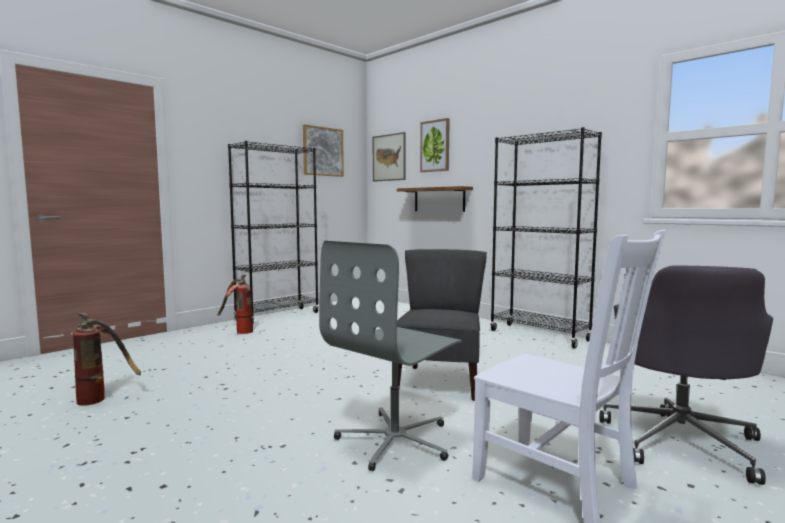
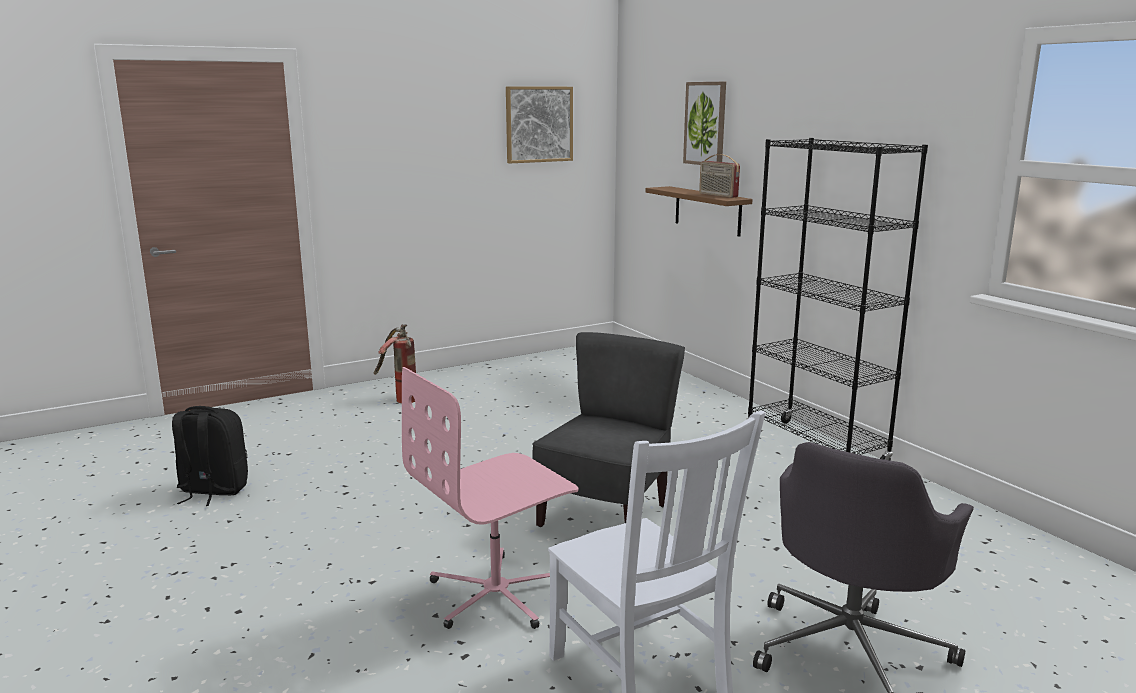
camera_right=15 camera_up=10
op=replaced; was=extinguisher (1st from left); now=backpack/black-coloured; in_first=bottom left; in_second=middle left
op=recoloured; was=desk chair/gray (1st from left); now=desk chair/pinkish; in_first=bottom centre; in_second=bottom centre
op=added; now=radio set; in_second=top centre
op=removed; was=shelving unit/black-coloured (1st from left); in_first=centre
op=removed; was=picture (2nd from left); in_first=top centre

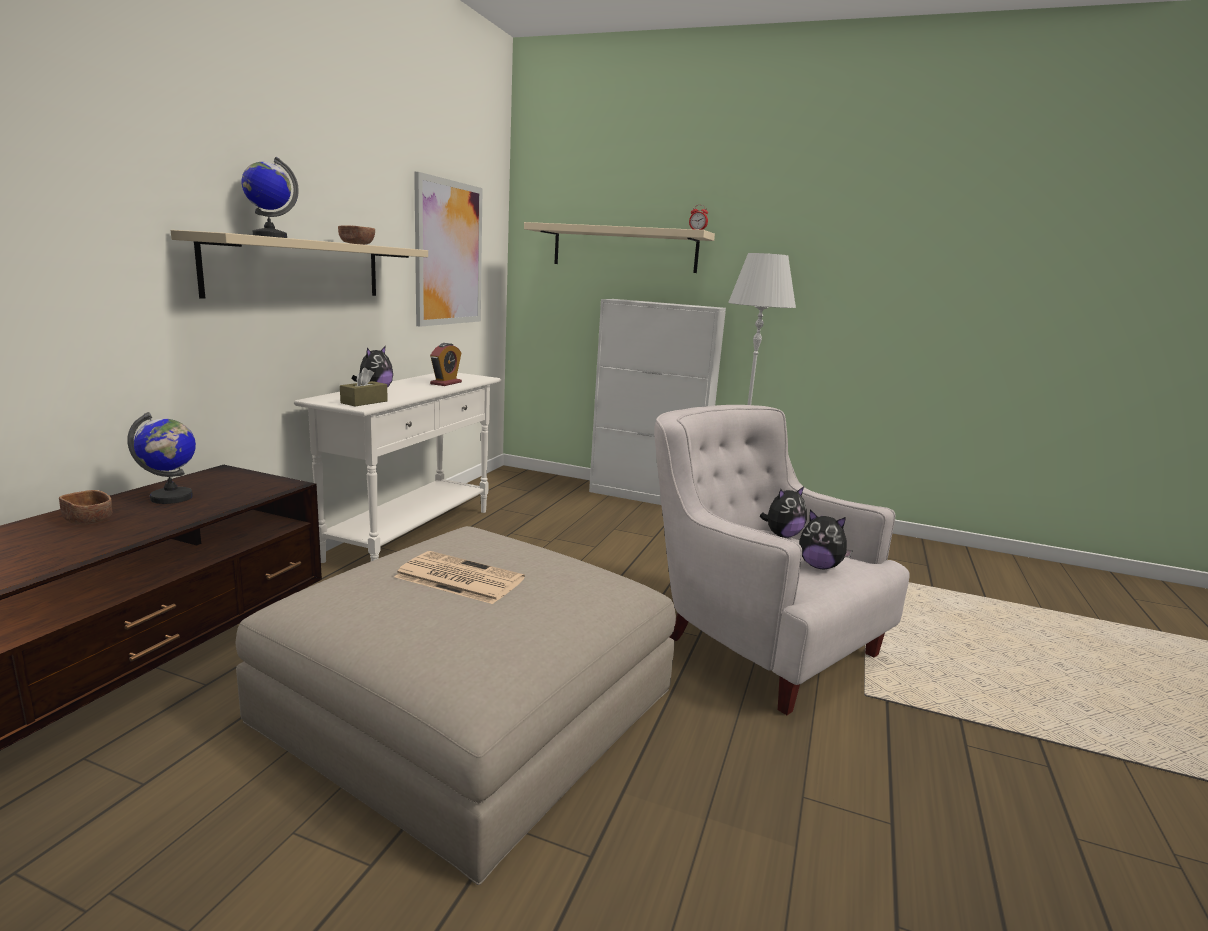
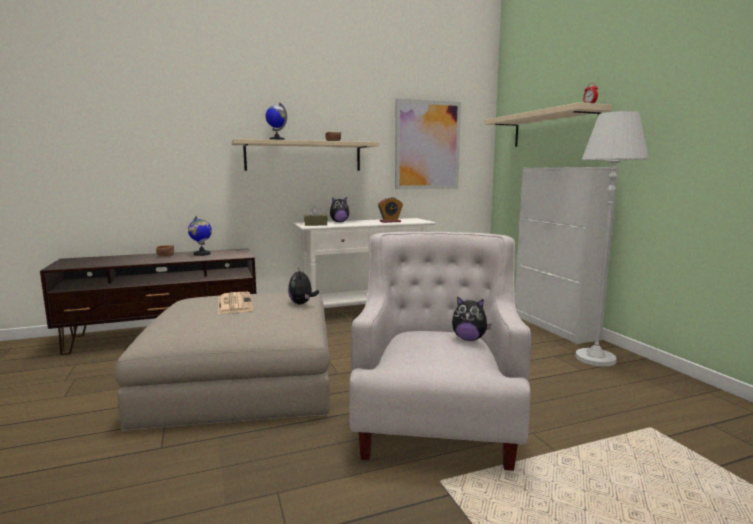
camera_right=50 camera_up=-5
op=moved; was=plush toy (3rd from left in the first image); now=plush toy (1st from left); in_first=middle right; in_second=centre

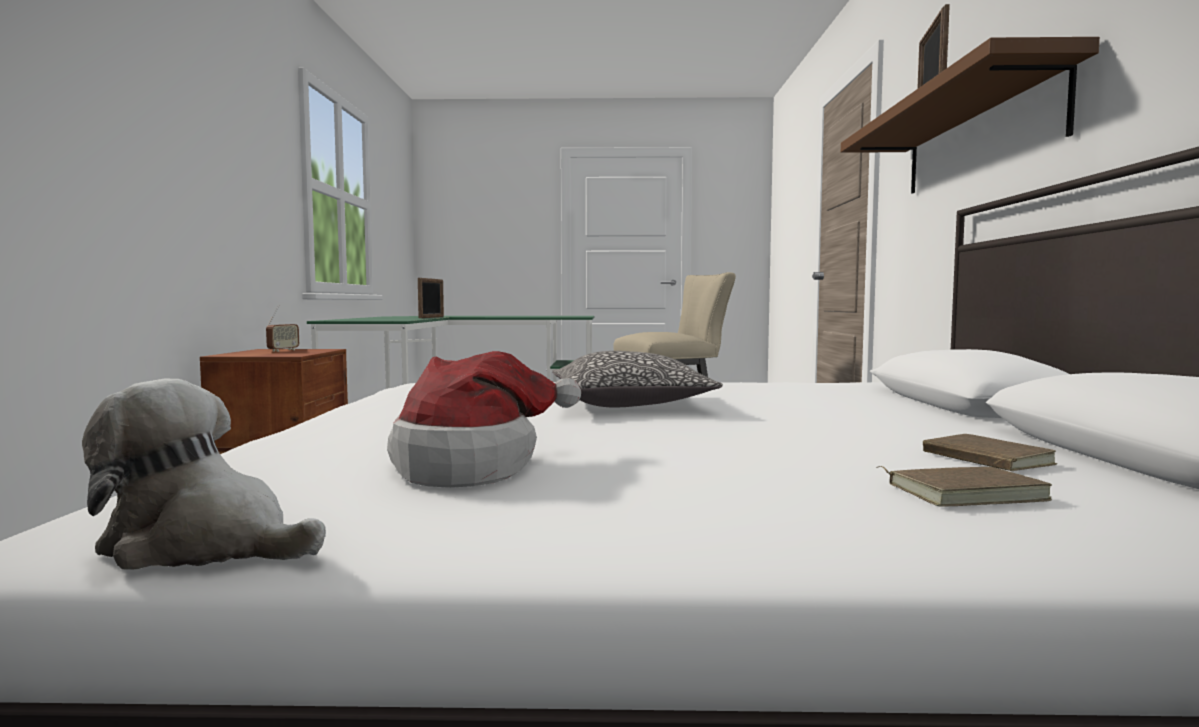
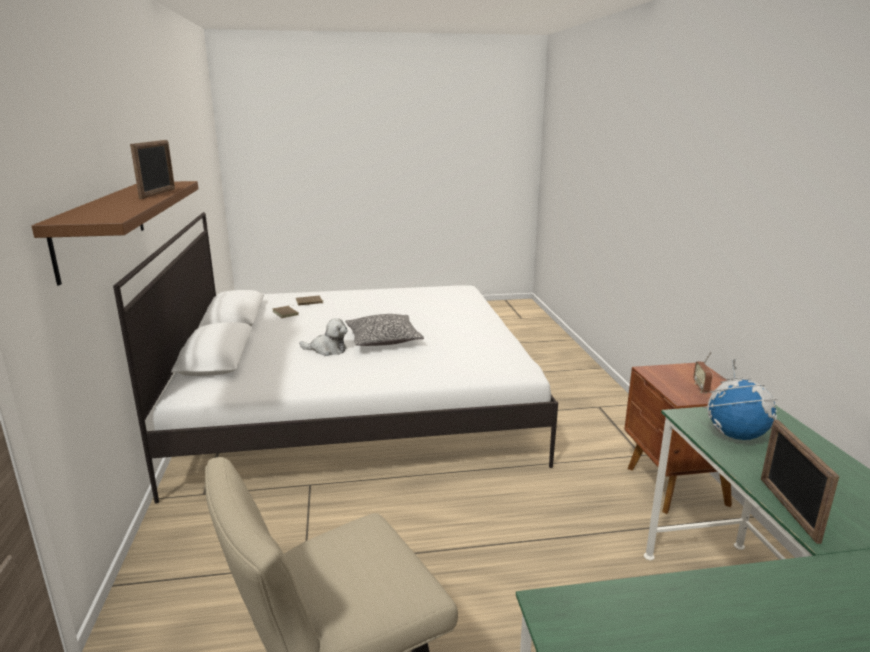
camera_right=170 camera_up=15
op=moved; was=plush toy; in_first=middle left; in_second=centre
op=added; now=globe; in_second=middle right
op=removed; was=wearable hat; in_first=centre

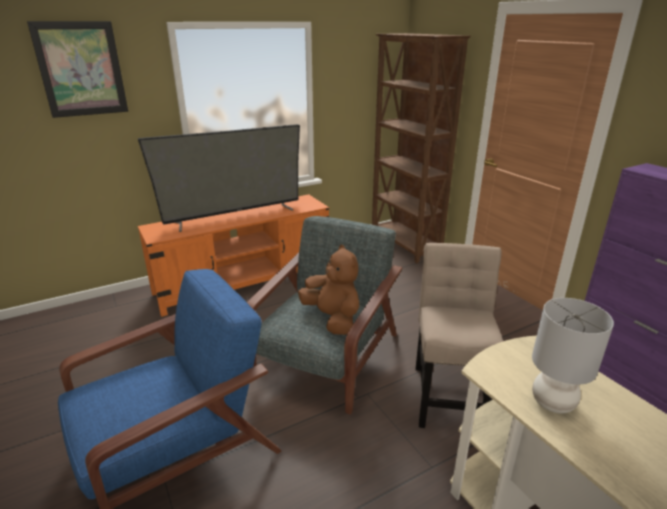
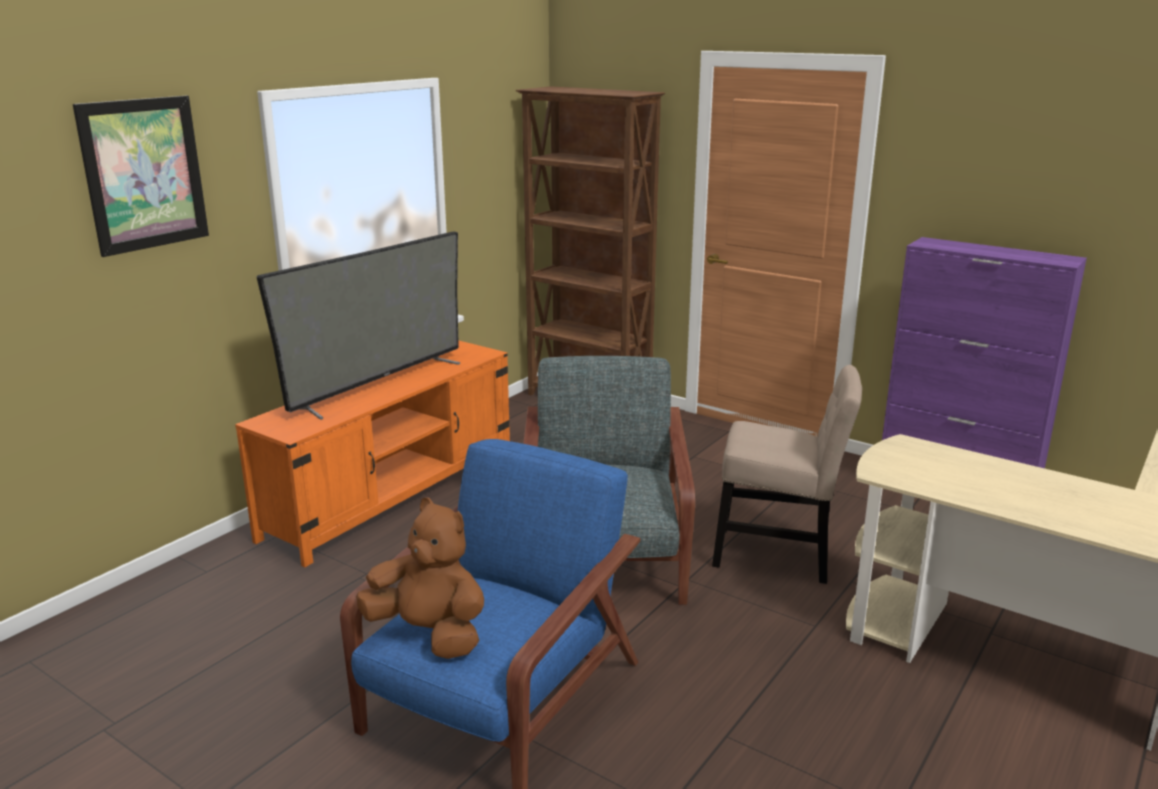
camera_right=-25 camera_up=-5
op=moved; was=plush toy/brownish; in_first=centre; in_second=bottom centre
op=turned; was=plain chair/beige; in_first=middle right; in_second=middle right; clockwise=120
op=removed; was=table lamp/gray; in_first=bottom right

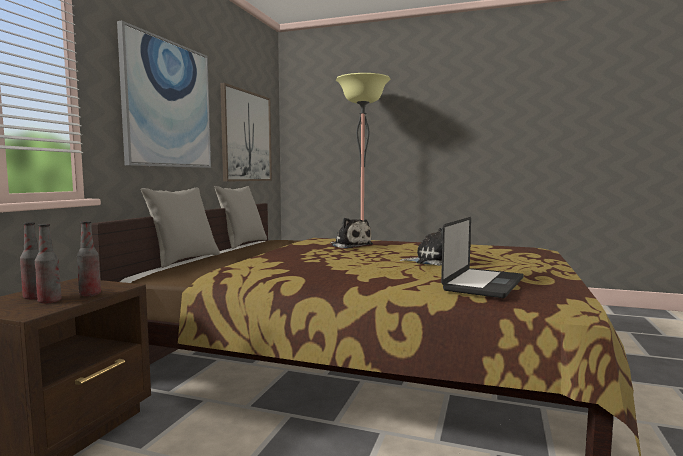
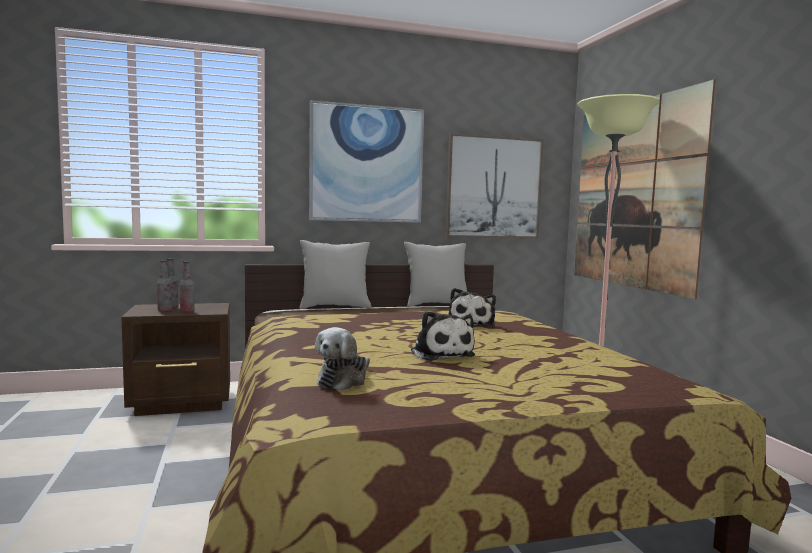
camera_right=55 camera_up=0
op=replaced; was=portable computer; now=plush toy (1st from left); in_first=middle right; in_second=centre
op=added; now=picture (3rd from left); in_second=middle right

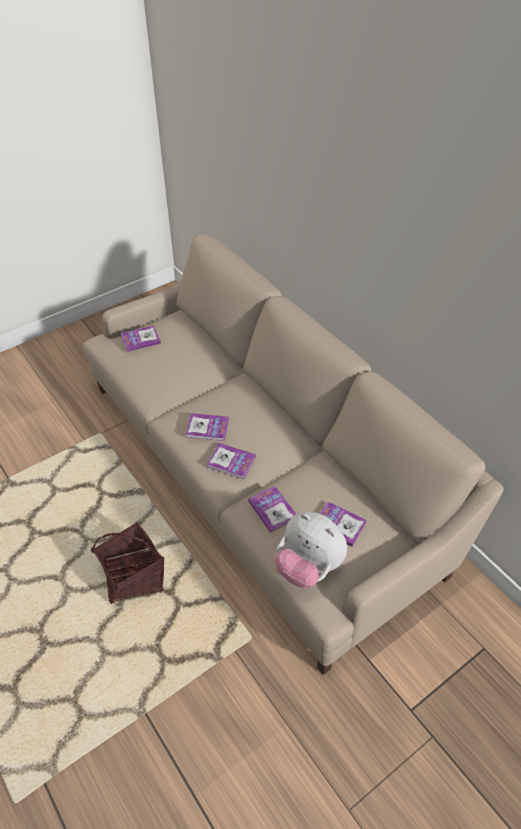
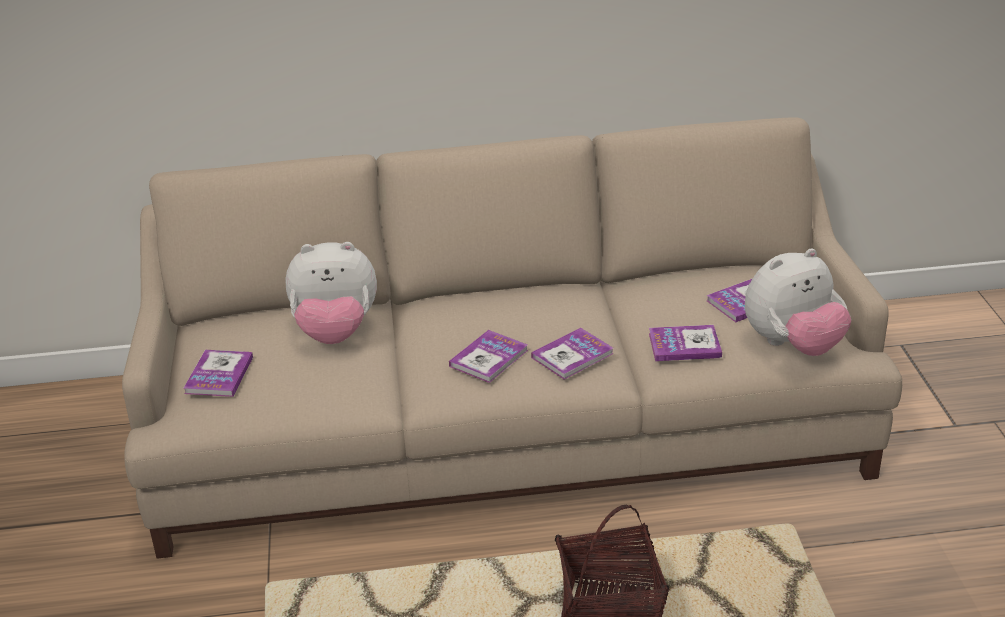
camera_right=-60 camera_up=-15
op=added; now=plush toy (1st from left); in_second=middle left

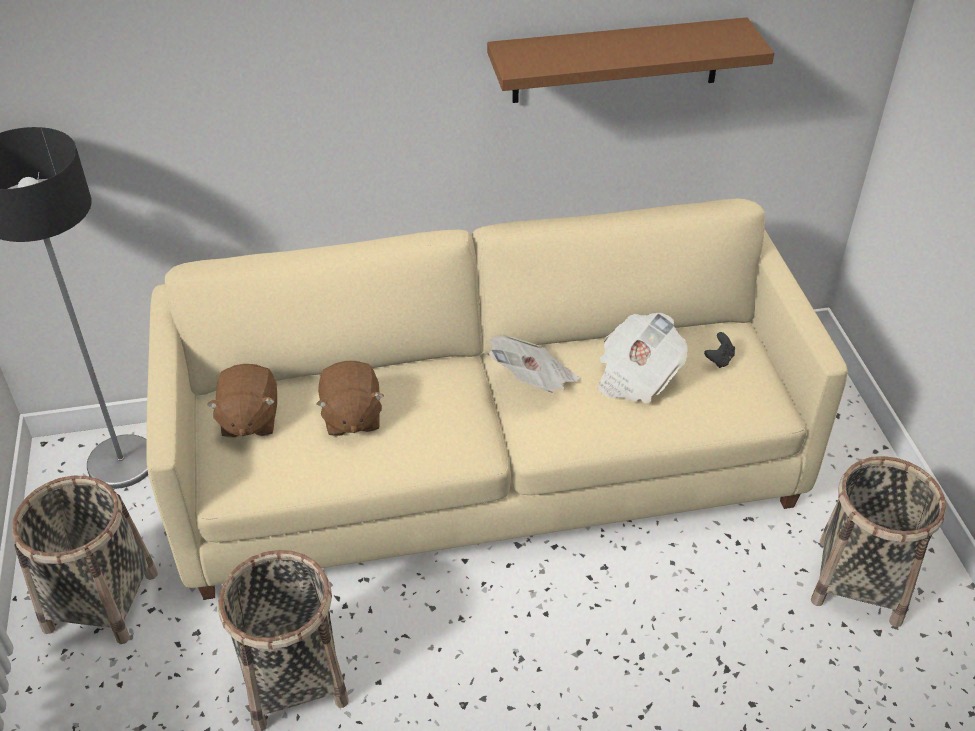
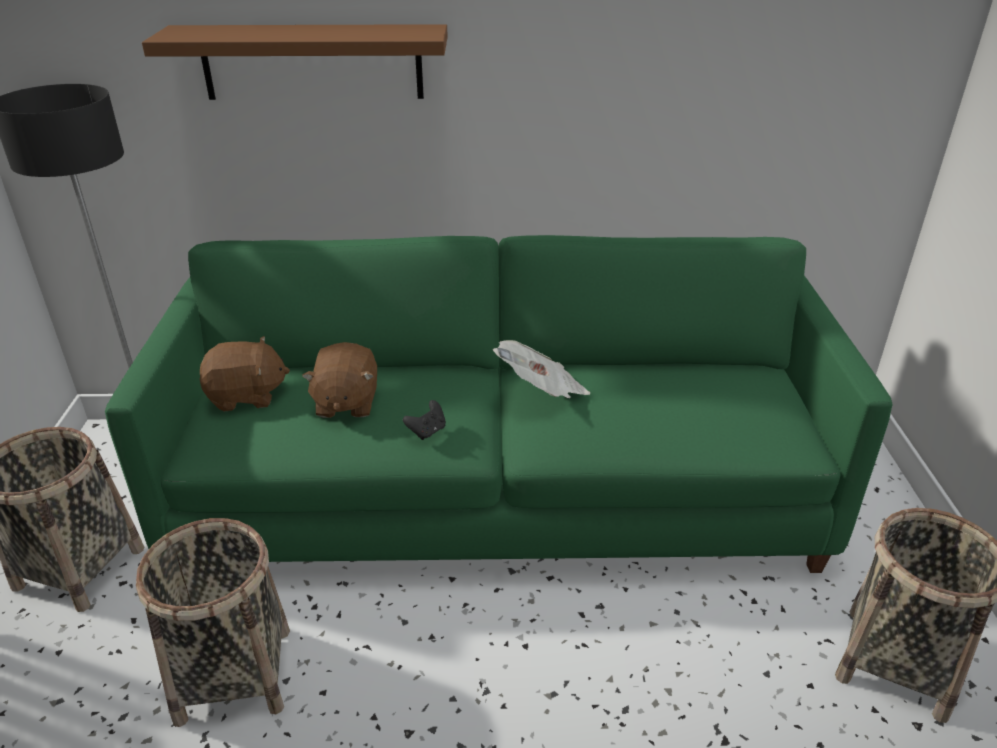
camera_right=10 camera_up=-10
op=recoloured; was=sofa/beige; now=sofa/green; in_first=centre; in_second=centre
op=moved; was=shelf/brownish; in_first=top centre; in_second=top left
op=turned; was=plush toy/brownish (1st from left); in_first=middle left; in_second=middle left; clockwise=-105
op=moved; was=gamepad/black-coloured; in_first=middle right; in_second=centre
op=removed; was=printed paper (2nd from left); in_first=centre

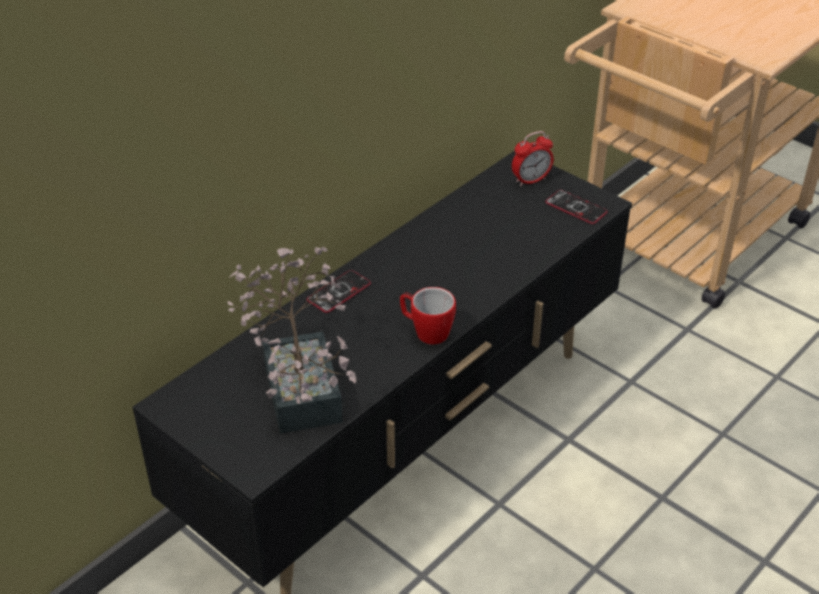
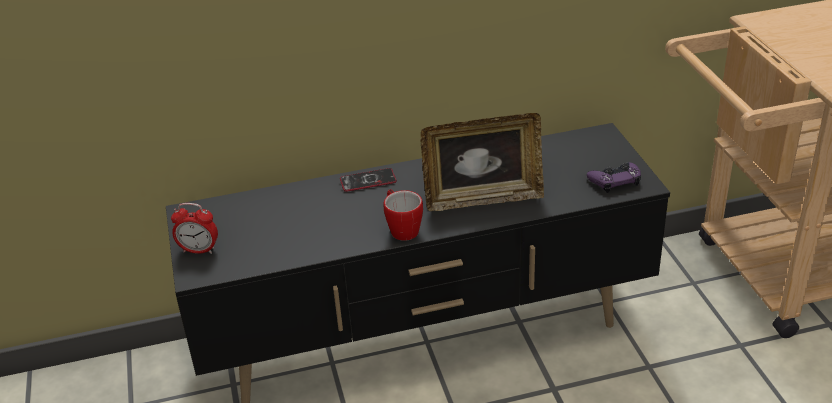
camera_right=35 camera_up=-5
op=moved; was=alarm clock; in_first=top centre; in_second=middle left
op=added; now=photo frame; in_second=centre
op=replaced; was=handset (2nd from left); now=gamepad/purple-coloured; in_first=middle right; in_second=middle right
op=removed; was=potted plant; in_first=centre

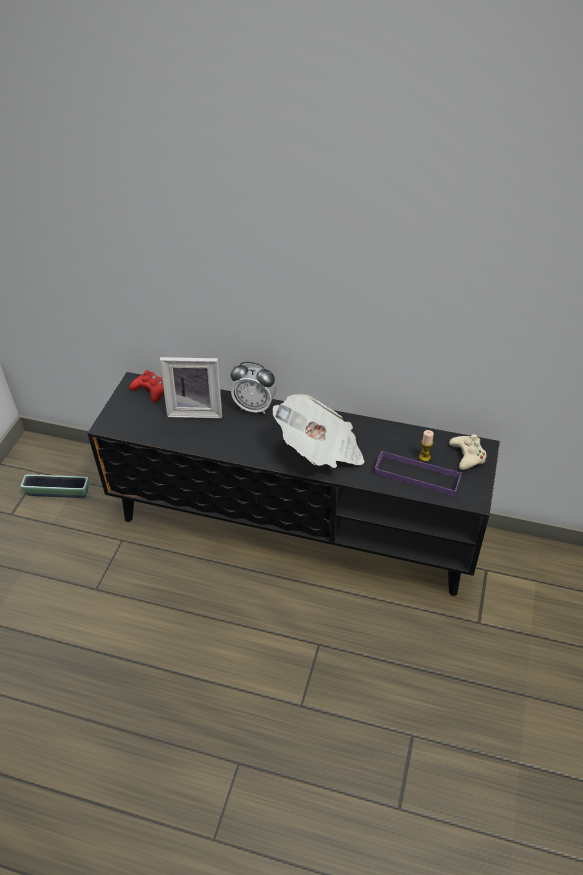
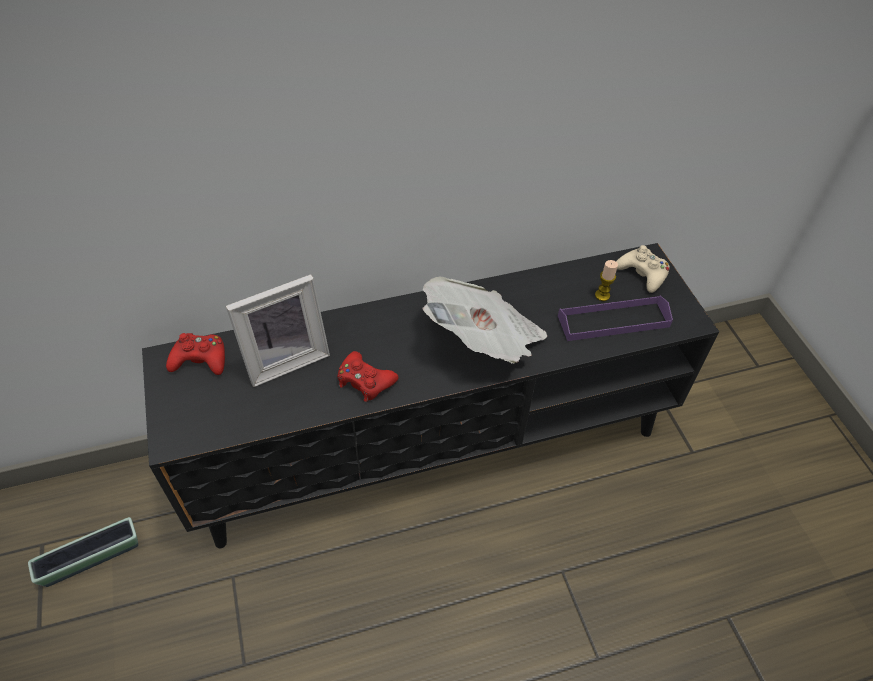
camera_right=-35 camera_up=5
op=added; now=gamepad/reddish (2nd from left); in_second=centre
op=removed; was=alarm clock; in_first=centre

